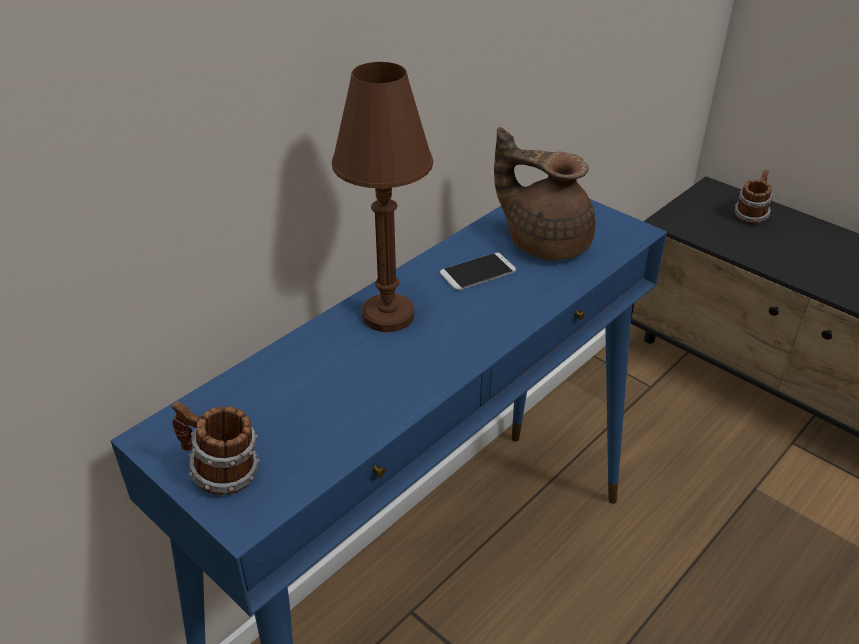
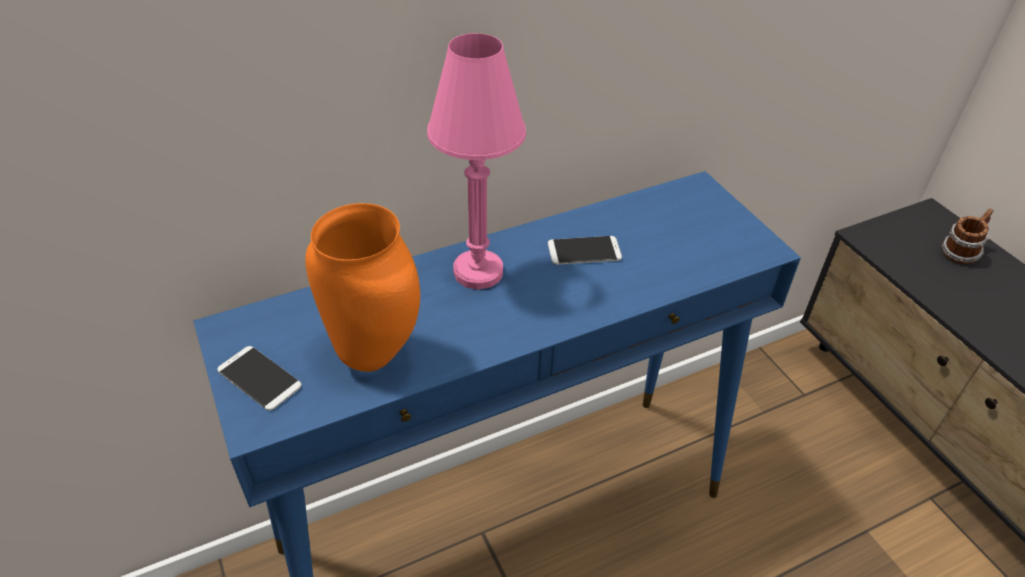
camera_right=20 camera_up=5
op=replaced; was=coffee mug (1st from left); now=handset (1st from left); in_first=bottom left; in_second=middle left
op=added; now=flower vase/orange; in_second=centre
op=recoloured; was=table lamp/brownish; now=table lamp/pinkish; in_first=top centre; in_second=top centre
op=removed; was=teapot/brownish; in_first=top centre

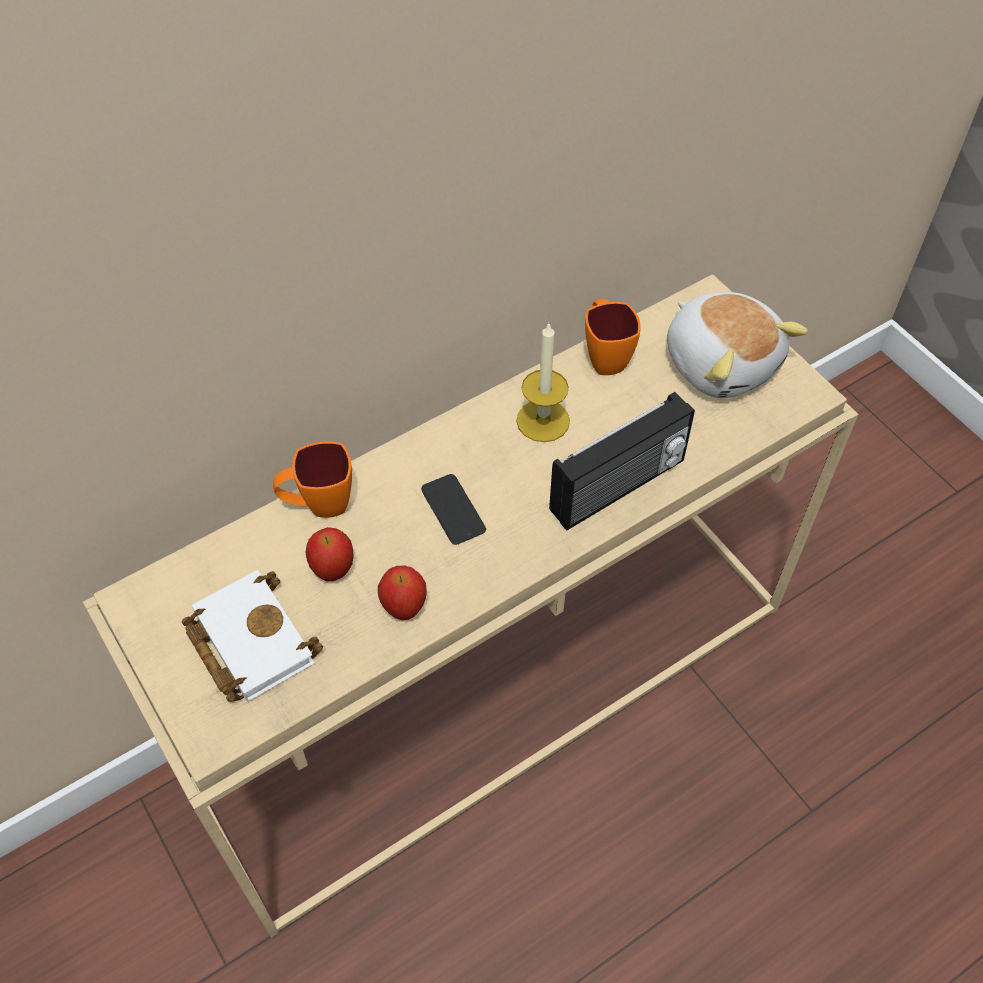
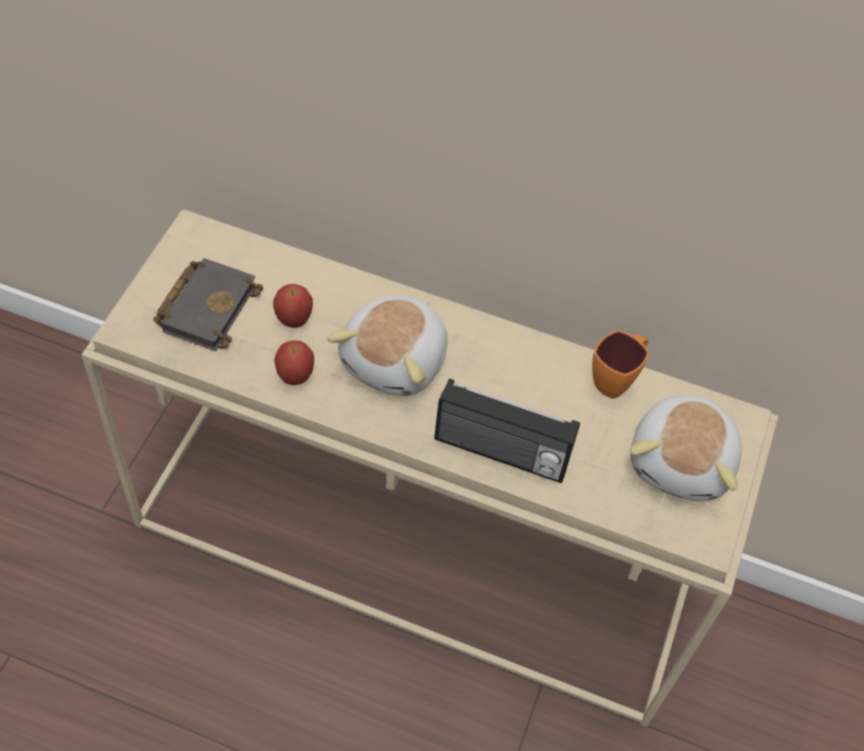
camera_right=50 camera_up=0
op=recoloured; was=volume/whitish; now=volume/black-coloured; in_first=middle left; in_second=middle left
op=replaced; was=handset; now=plush toy (1st from left); in_first=centre; in_second=centre
op=removed; was=coffee mug/orange (1st from left); in_first=middle left
op=removed; was=candle; in_first=centre

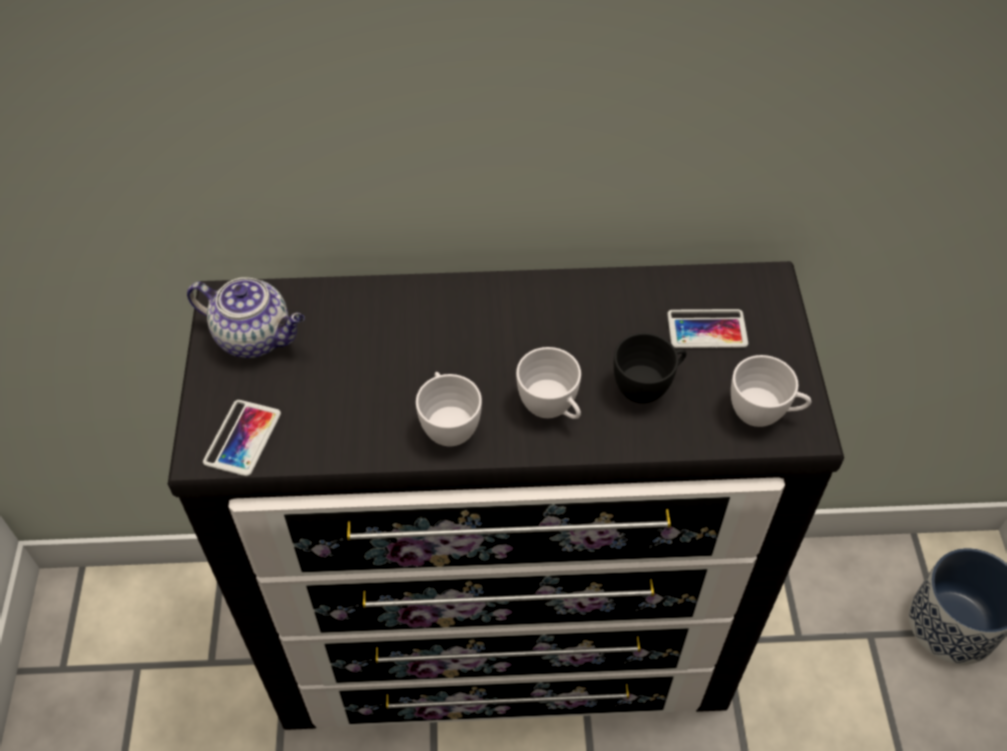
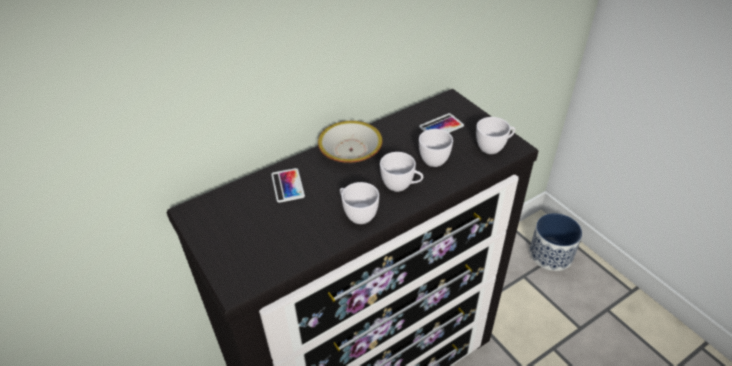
camera_right=-30 camera_up=-10
op=moved; was=handset (1st from left); in_first=middle left; in_second=centre
op=added; now=deep dish; in_second=centre
op=recoloured; was=drinking cup/black-coloured; now=drinking cup/whitish (3rd from left); in_first=centre; in_second=centre
op=removed; was=teapot; in_first=middle left

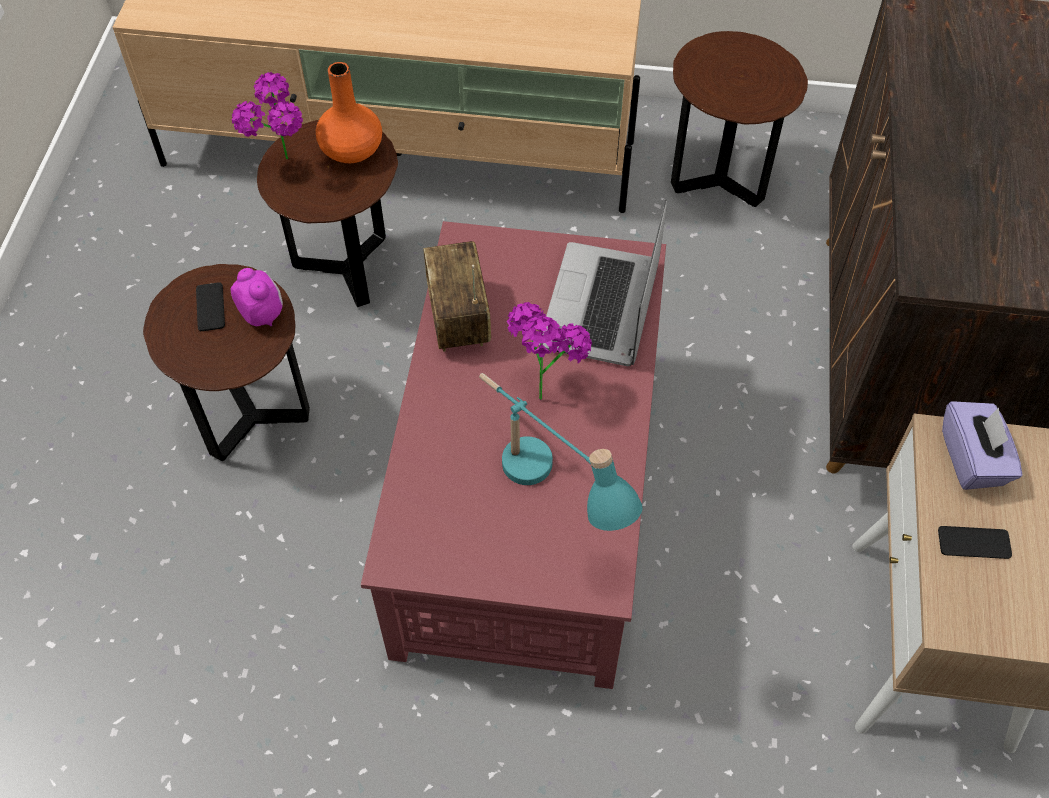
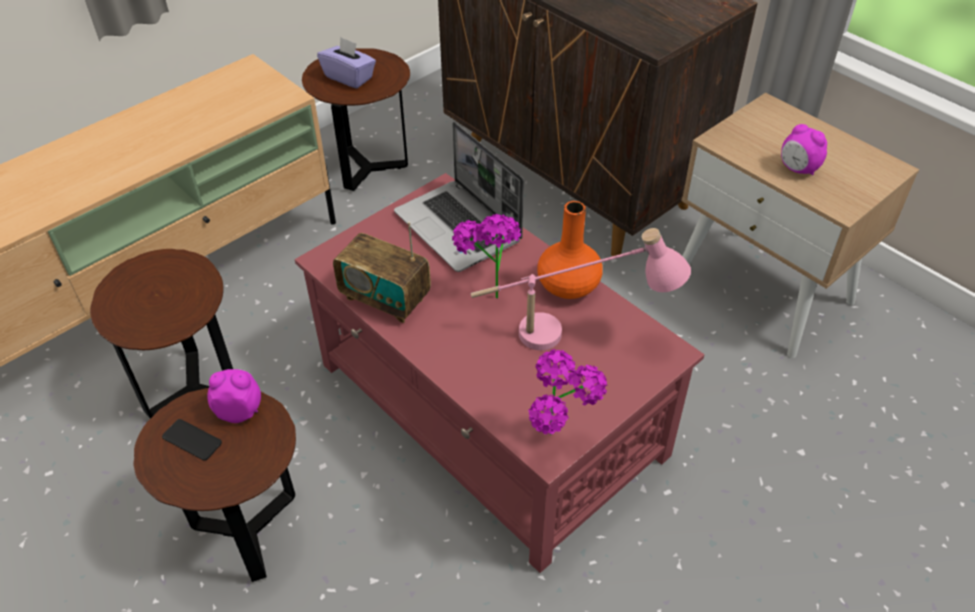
camera_right=-50 camera_up=-10
op=moved; was=box of tissues/purple-coloured; in_first=middle right; in_second=top centre
op=recoloured; was=table lamp/turquoise; now=table lamp/pinkish; in_first=centre; in_second=centre
op=moved; was=potted plant (1st from left in the first image); now=potted plant (2nd from left); in_first=top left; in_second=centre
op=moved; was=flower vase/orange; in_first=top left; in_second=centre
op=replaced; was=handset (2nd from left); now=alarm clock (2nd from left); in_first=bottom right; in_second=top right

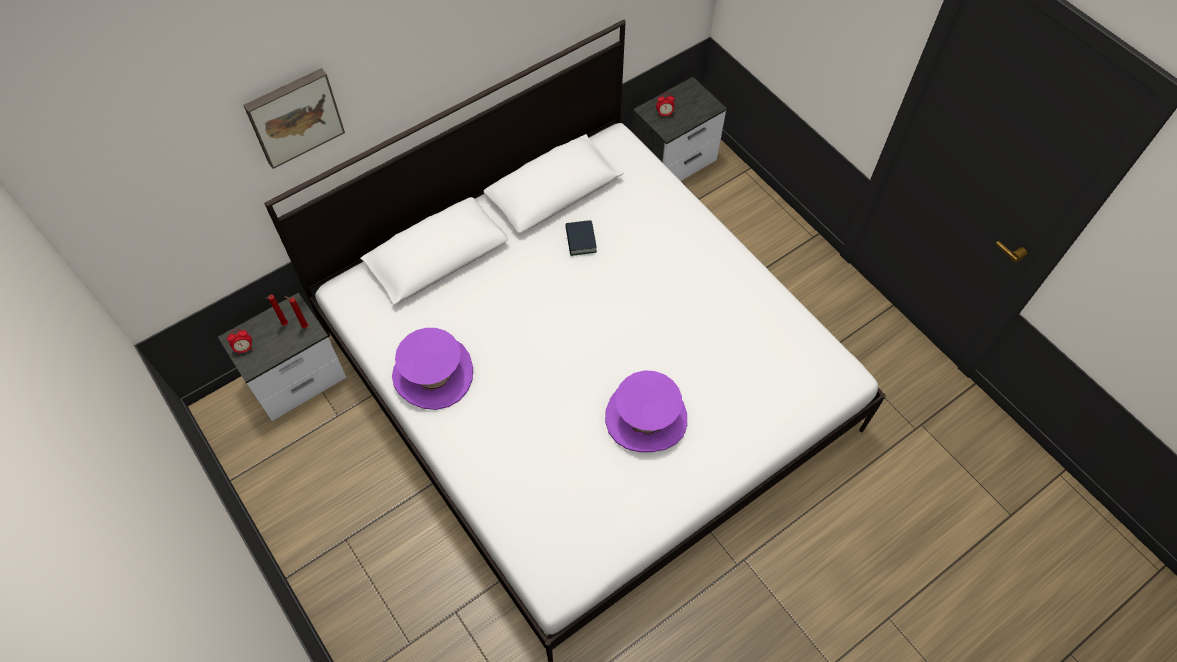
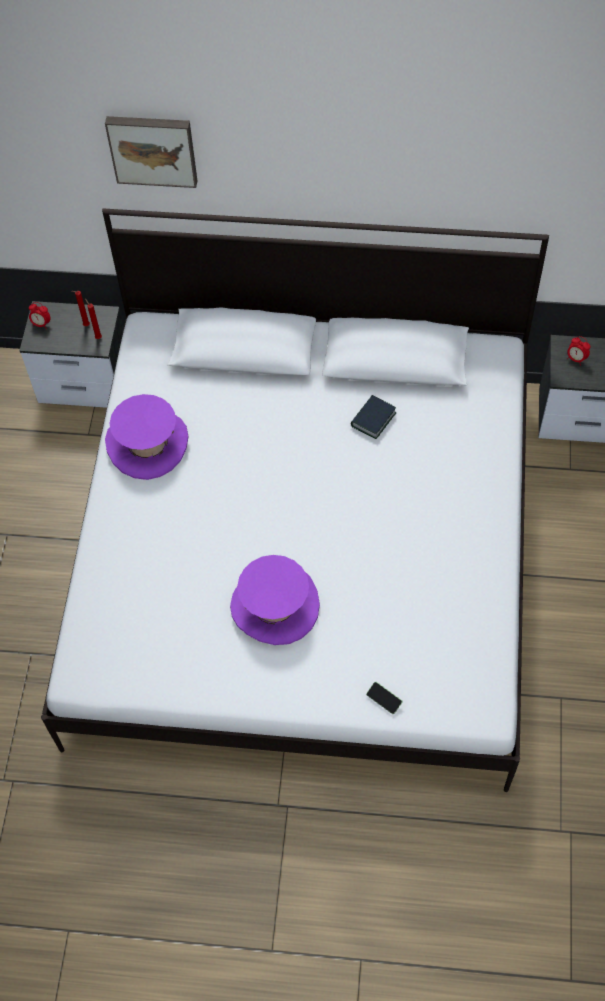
camera_right=45 camera_up=0
op=added; now=handset; in_second=bottom centre

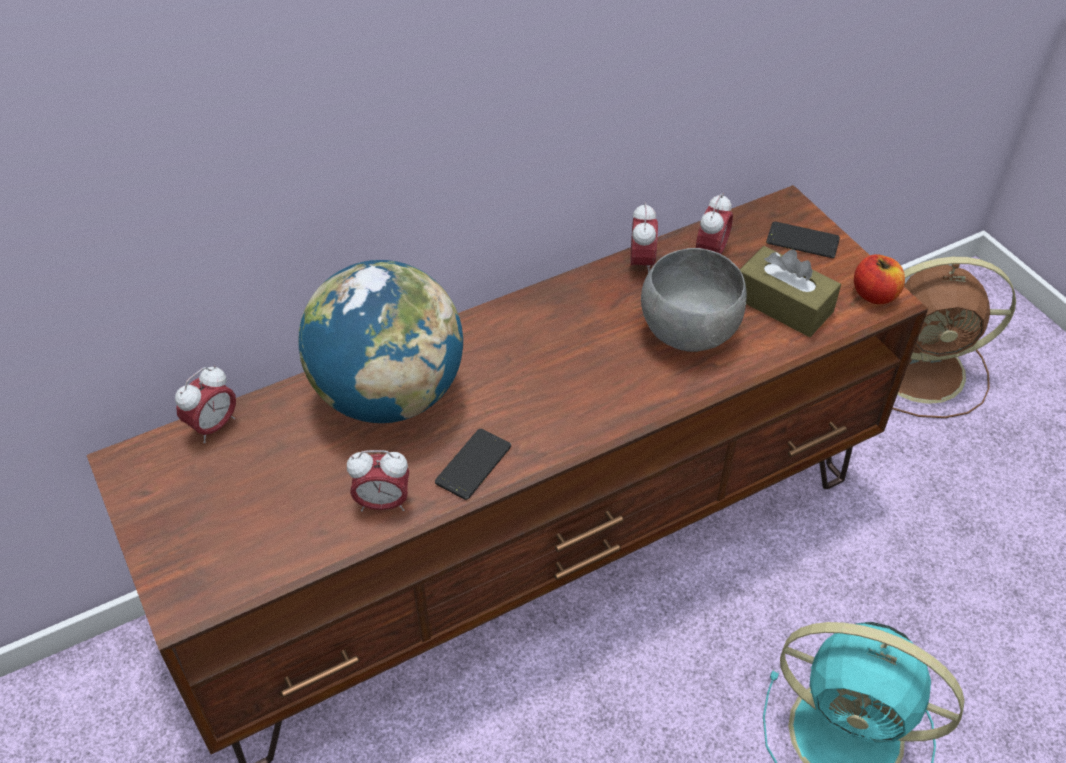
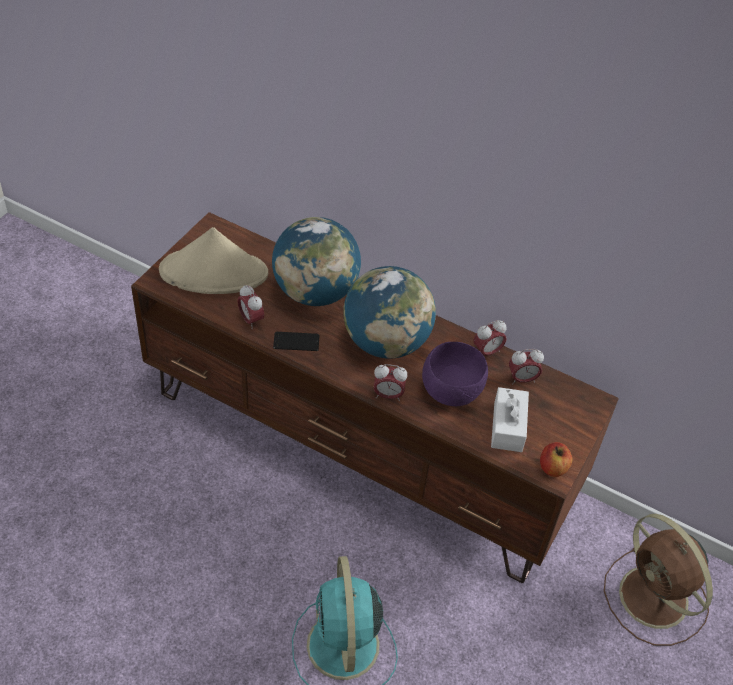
camera_right=55 camera_up=0
op=added; now=wearable hat/beige; in_second=middle left
op=added; now=globe (2nd from left); in_second=centre
op=moved; was=alarm clock (1st from left in the first image); now=alarm clock (2nd from left); in_first=middle left; in_second=centre
op=recoloured; was=deep dish/gray; now=deep dish/purple-coloured; in_first=centre; in_second=centre
op=recoloured; was=box of tissues/brownish; now=box of tissues/whitish; in_first=middle right; in_second=middle right
op=removed; was=handset (2nd from left); in_first=top right

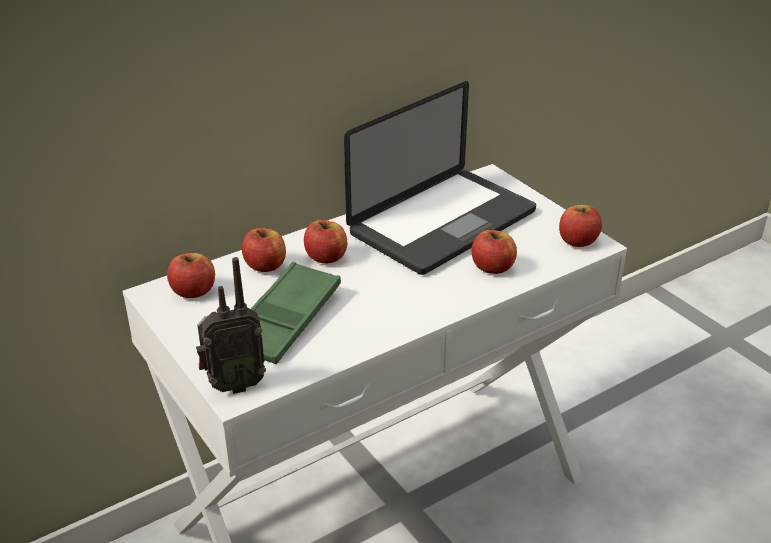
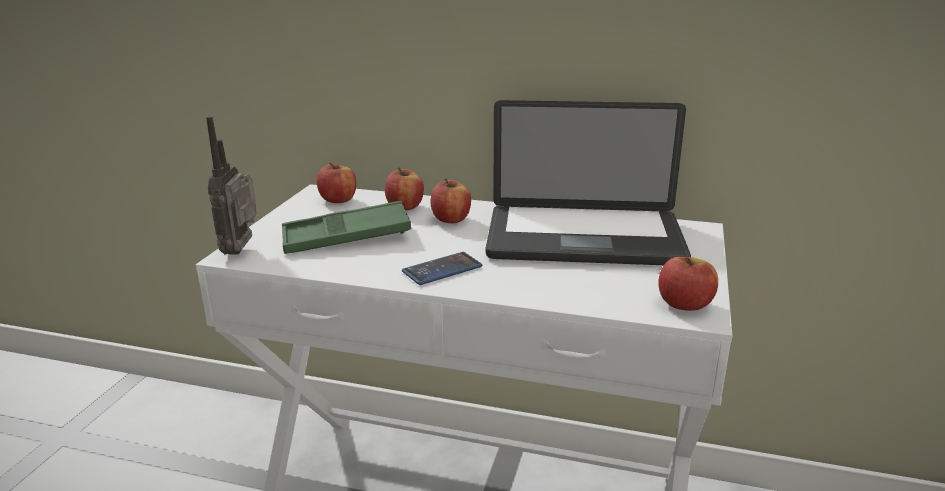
camera_right=50 camera_up=-10
op=turned; was=radio set; in_first=middle left; in_second=middle left; clockwise=60
op=added; now=handset; in_second=centre
op=removed; was=whole apple (4th from left); in_first=centre

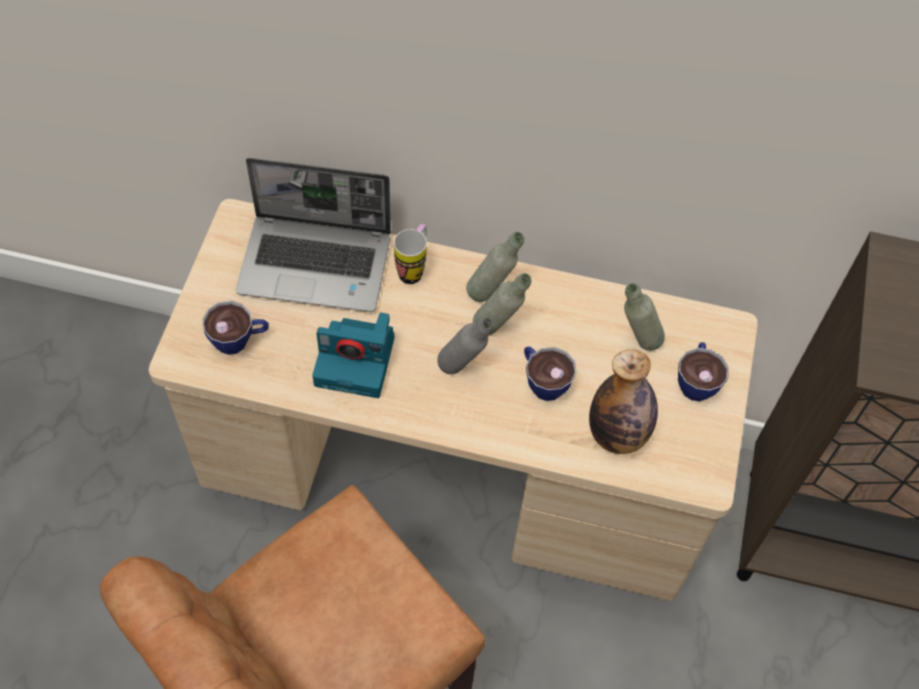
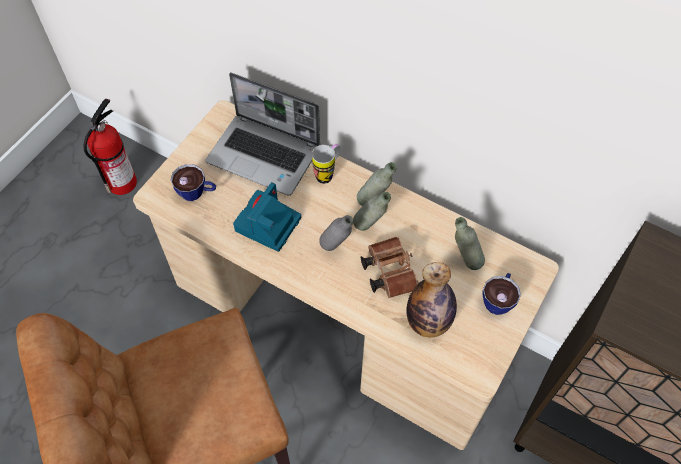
camera_right=20 camera_up=0
op=added; now=extinguisher; in_second=top left
op=turned; was=photo camera; in_first=centre; in_second=centre; clockwise=90
op=replaced; was=drinking cup (2nd from left); now=field glasses/brownish; in_first=centre; in_second=centre

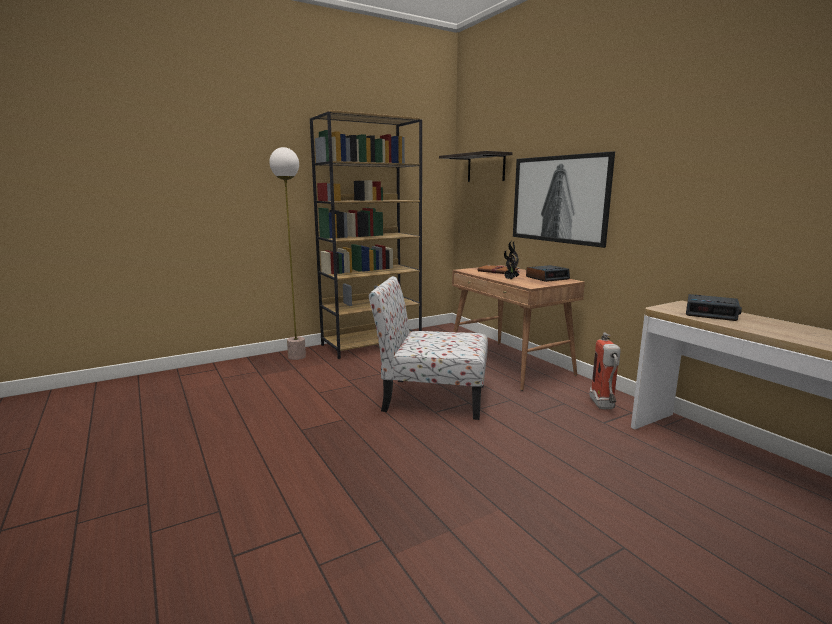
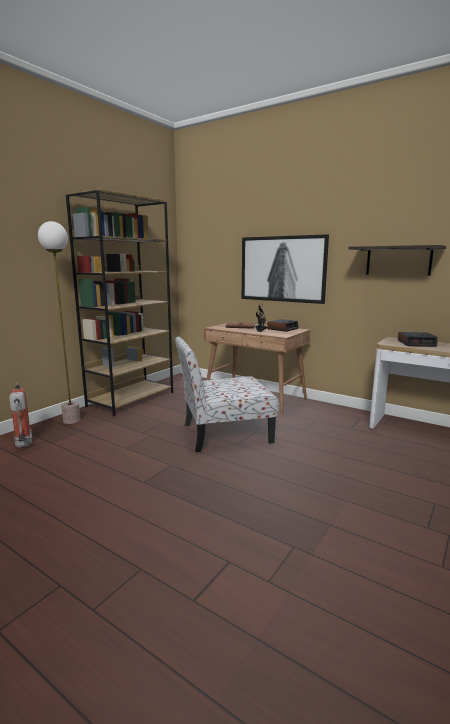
camera_right=-25 camera_up=0
op=moved; was=extinguisher; in_first=middle right; in_second=middle left
op=moved; was=shelf; in_first=top centre; in_second=middle right

